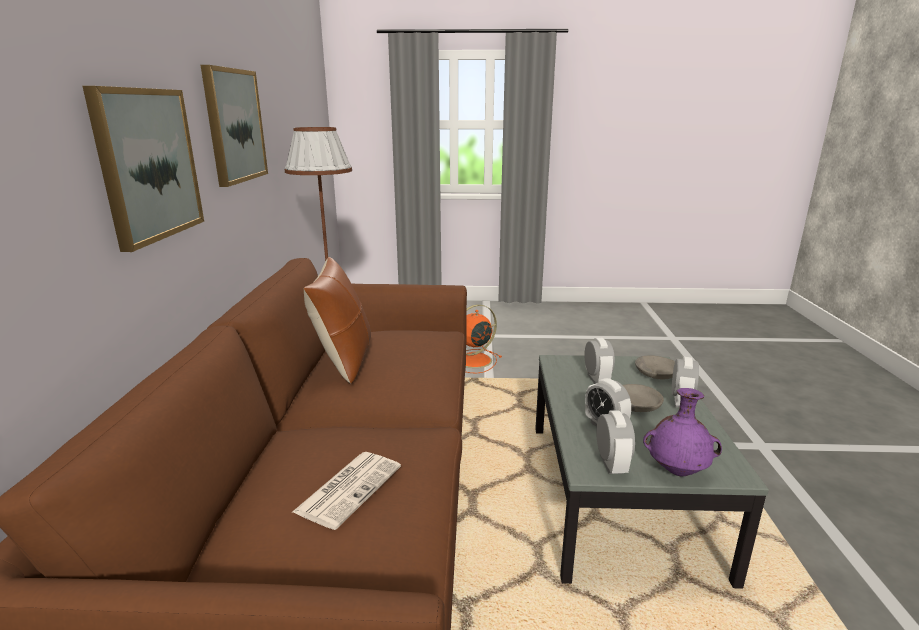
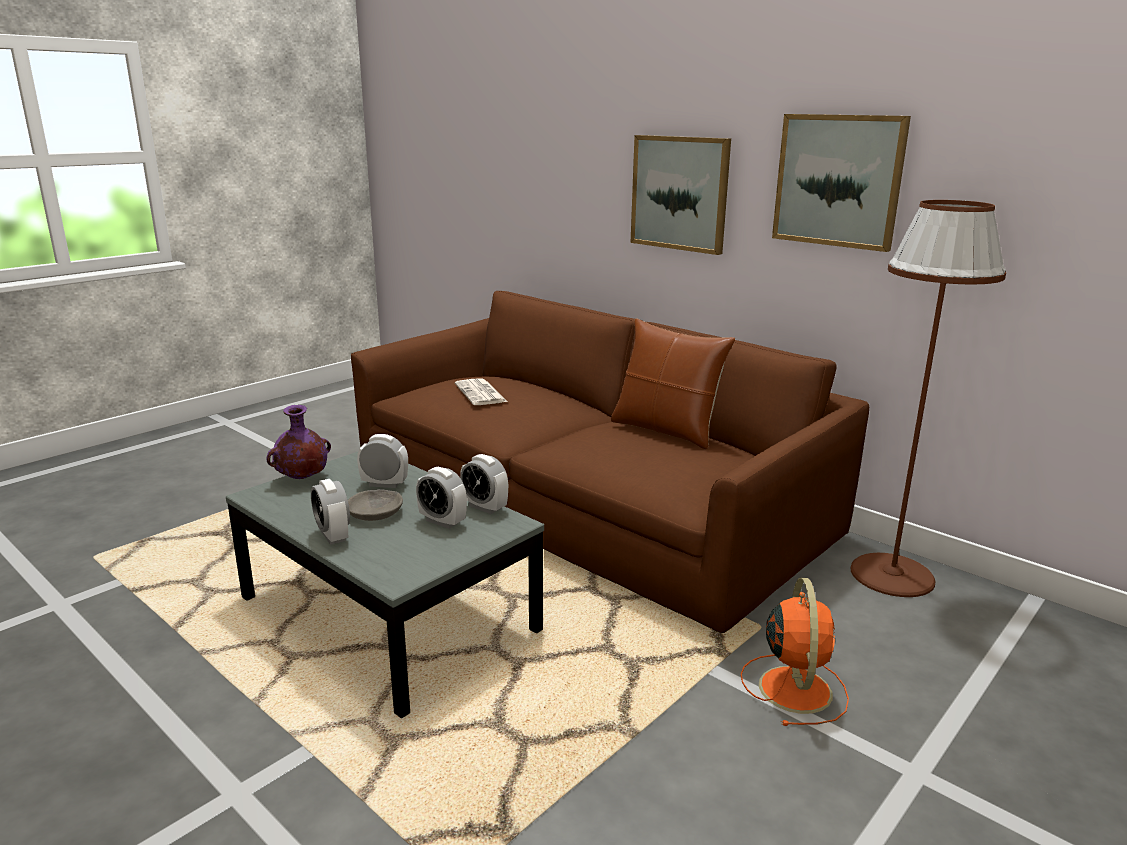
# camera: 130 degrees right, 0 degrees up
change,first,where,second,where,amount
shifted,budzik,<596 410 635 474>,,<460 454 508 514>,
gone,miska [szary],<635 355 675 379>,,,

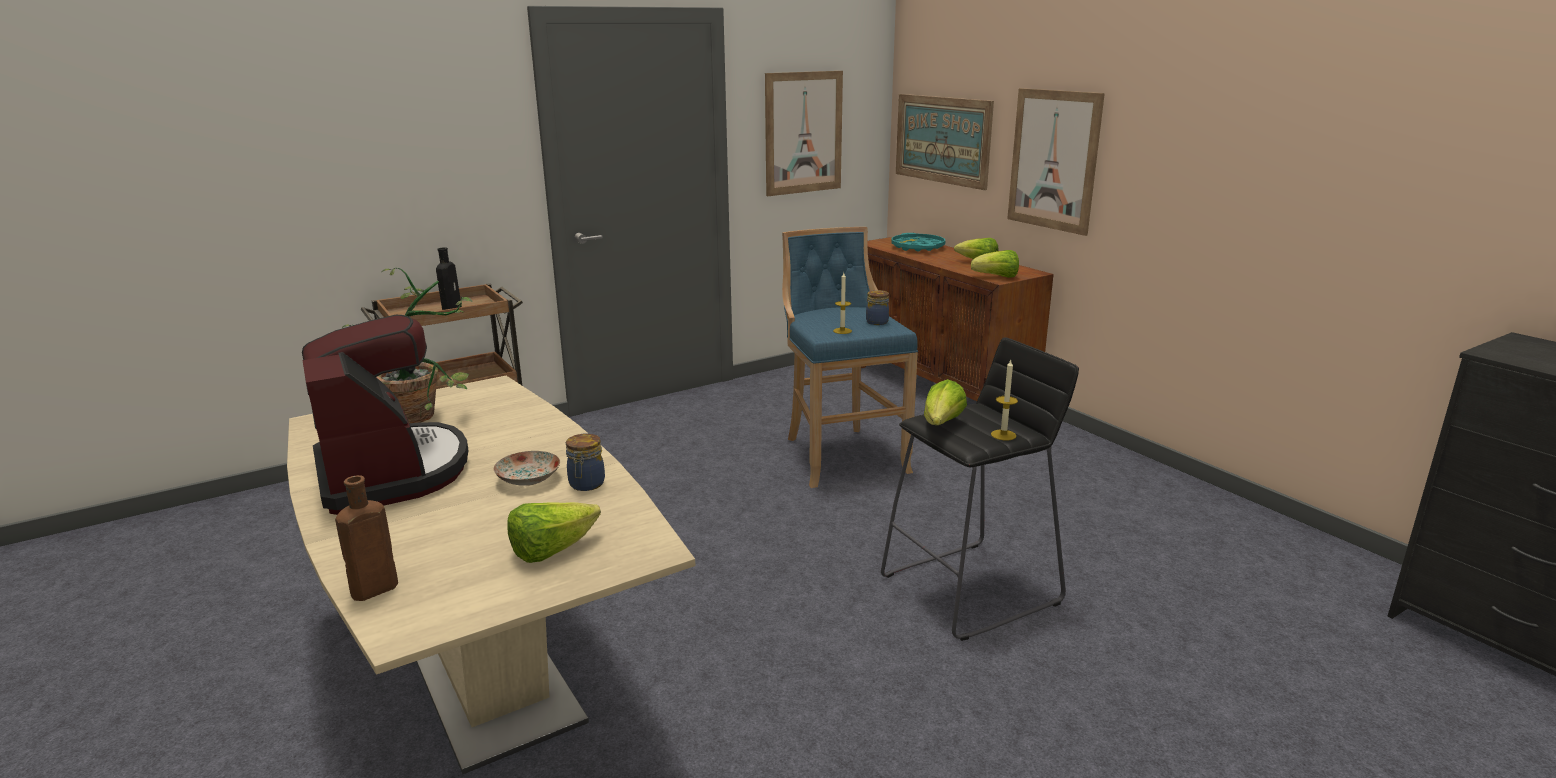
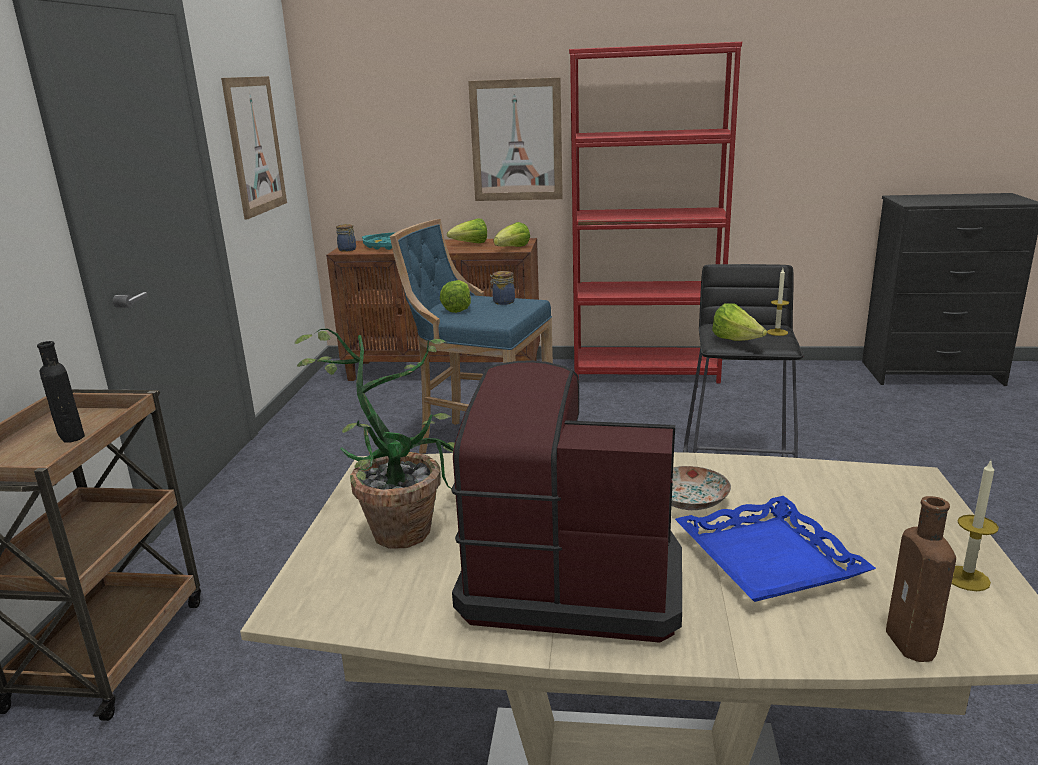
# camera: 50 degrees left, 0 degrees up
change,first,where,second,where,amount
shifted,słoik,<566 434 605 491>,,<336 224 356 252>,
shifted,sałata,<507 502 601 563>,,<440 280 471 313>,
new,,,regał [czerwony],<569 42 742 384>,
new,,,taca [niebieski],<675 496 876 602>,
shifted,świeca,<833 273 852 334>,,<952 461 999 591>,
gone,obraz,<896 94 994 190>,,,

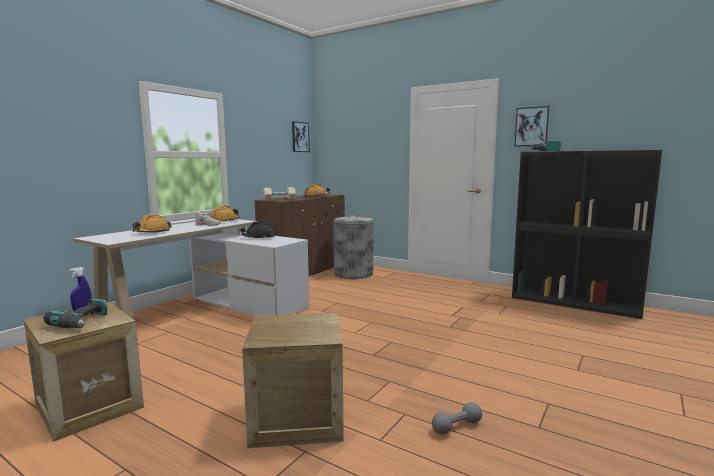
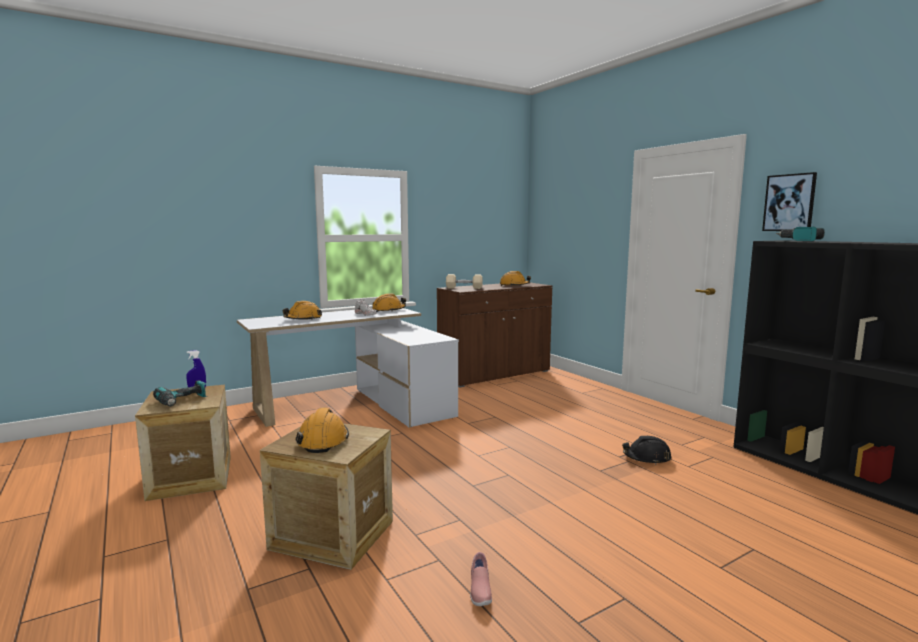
# camera: 25 degrees right, 0 degrees up
change,first,where,second,where,amount
new,,,kask [pomarańczowy],<295 408 349 453>,
swapped,hantel [szary],<432 402 482 435>,but [różowy],<470 552 492 606>,
shifted,kask [czarny],<240 221 276 239>,,<622 436 671 465>,
gone,obraz,<292 121 310 152>,,,
gone,kosz na śmieci [szary],<333 215 374 279>,,,

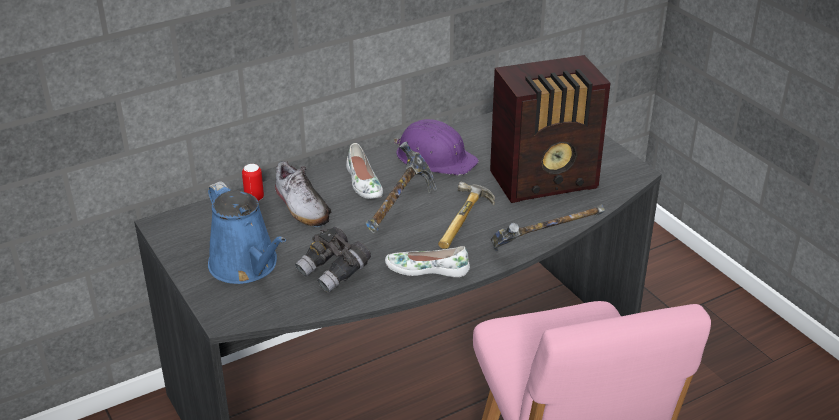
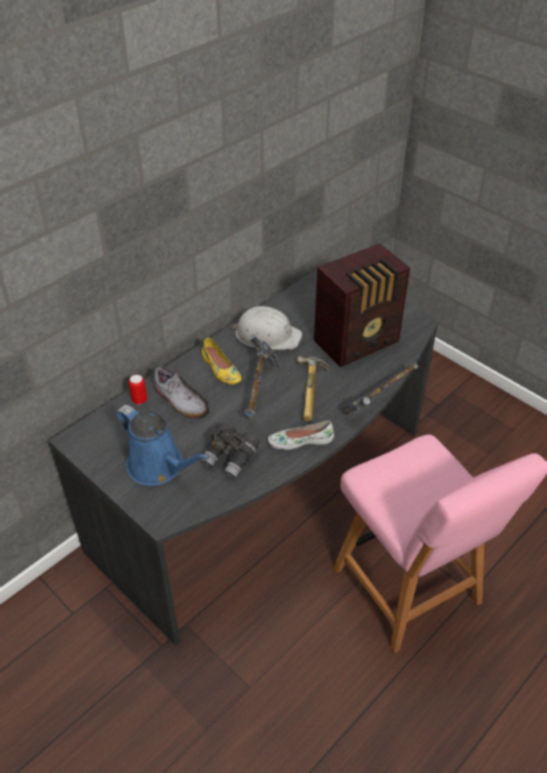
# camera: 15 degrees left, 10 degrees up
change,first,where,second,where,amount
repainted,but [biały],<346 143 383 199>,but [żółty],<202 338 241 384>,
repainted,kask [fioletowy],<394 119 479 175>,kask [biały],<231 306 302 350>,

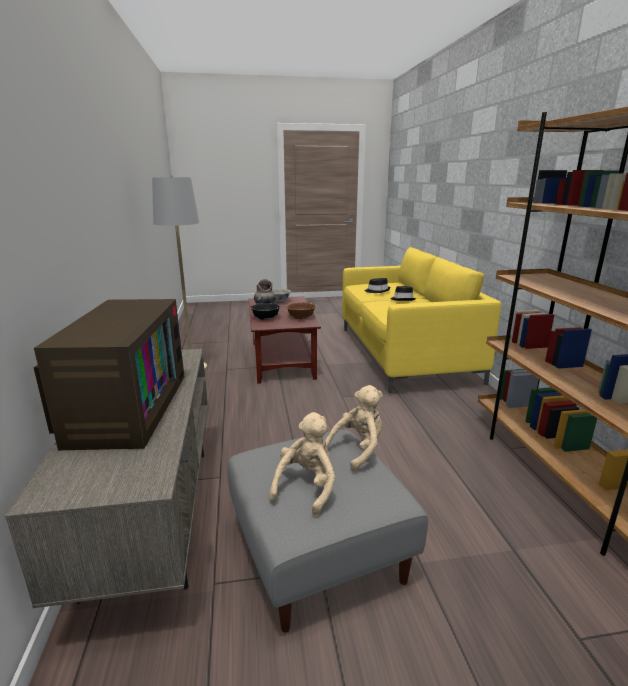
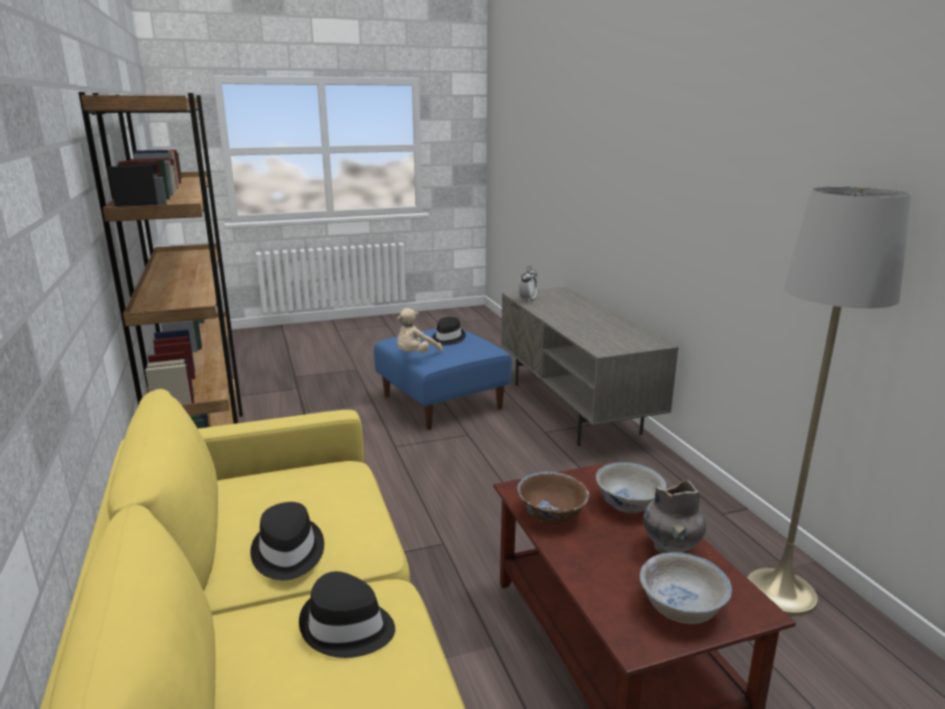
# camera: 170 degrees right, 0 degrees up
change,first,where,second,where,amount
repainted,pufa [szary],<227 430 428 633>,pufa [niebieski],<374 329 512 430>,
swapped,pluszak [beżowy],<269 412 335 516>,kapelusz [czarny],<432 317 466 346>,
new,,,budzik,<519 266 537 302>,
repainted,miska [czarny],<250 303 280 320>,miska [biały],<596 462 667 513>,
gone,telewizor,<33 299 184 450>,,,

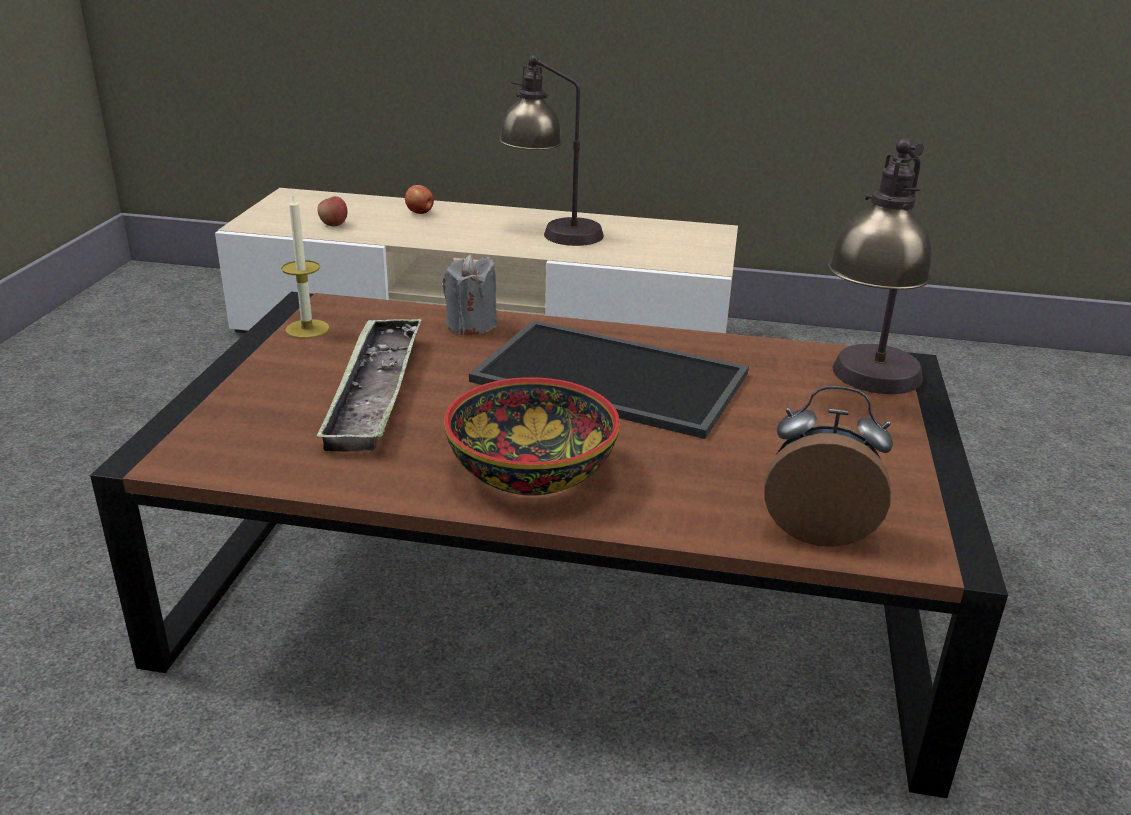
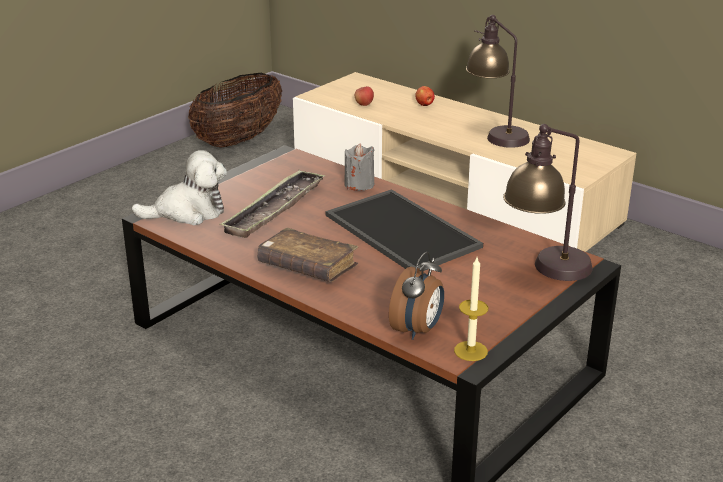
# camera: 30 degrees right, 0 degrees up
change,first,where,second,where,amount
new,,,pluszak,<132 150 227 225>,
new,,,koszyk,<188 73 282 148>,
swapped,miska,<444 377 620 496>,książka [brązowy],<257 227 358 282>,
rotated,budzik,<764 386 893 547>,,<389 252 444 340>,75 degrees clockwise
shifted,świeca,<281 195 330 339>,,<454 257 488 361>,

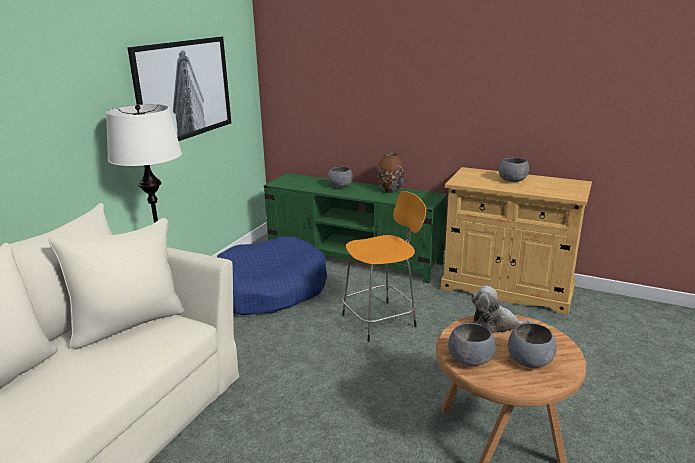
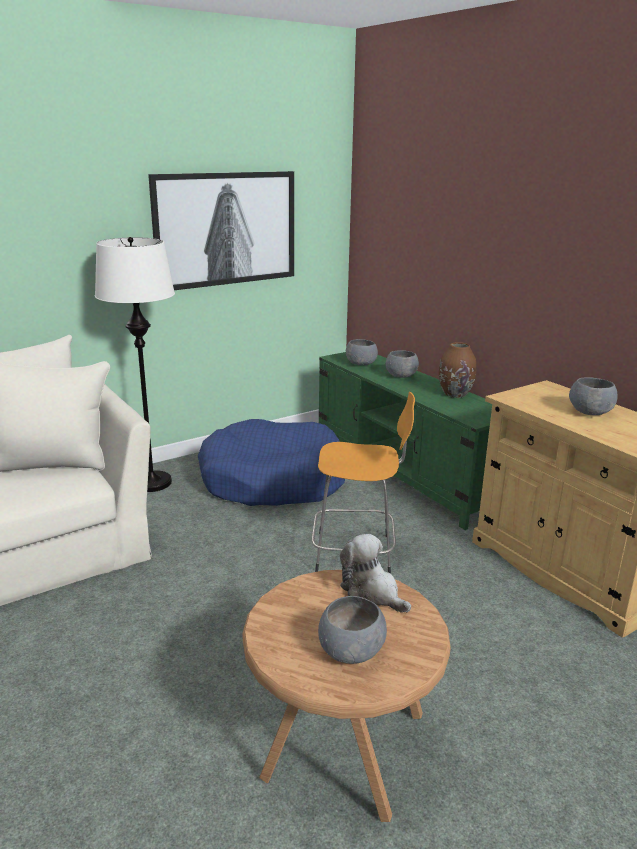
# camera: 30 degrees right, 0 degrees up
change,first,where,second,where,amount
shifted,miska [szary],<448 323 496 366>,,<346 339 378 366>,

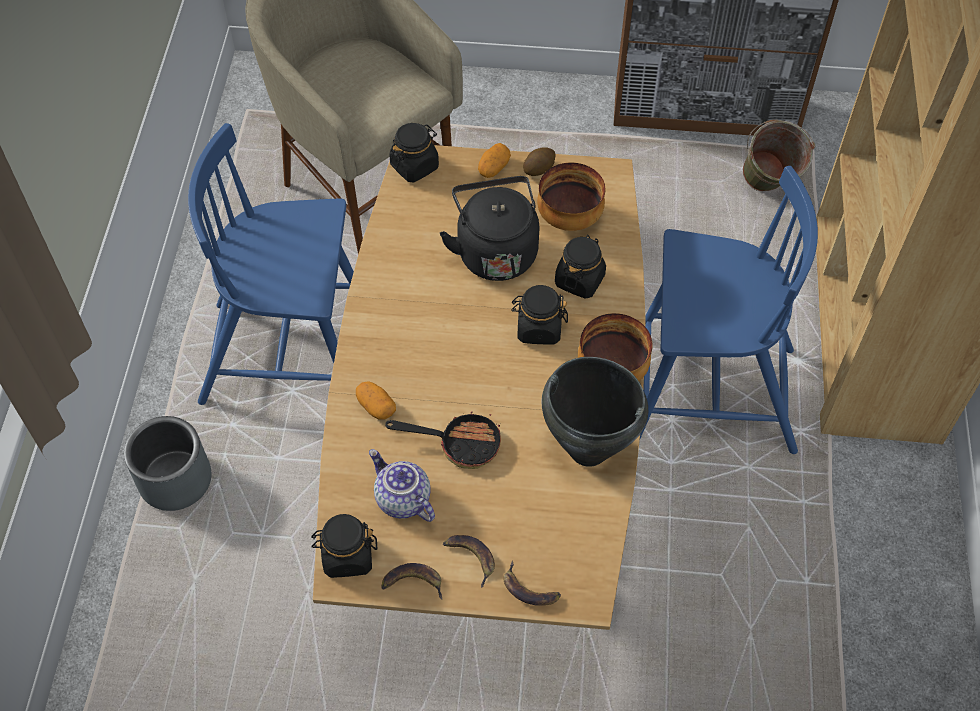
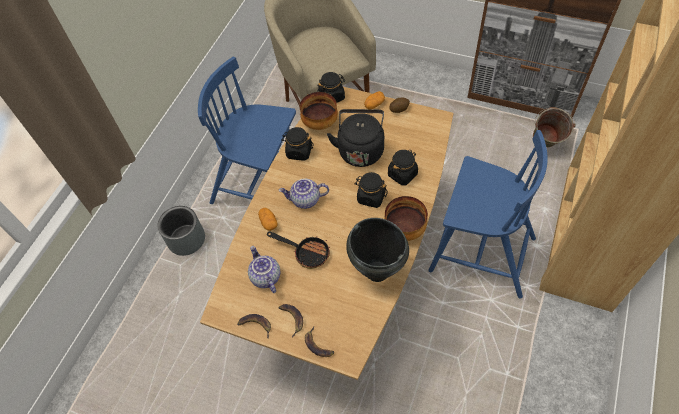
# camera: 20 degrees right, 0 degrees up
change,first,where,second,where,amount
new,,,imbryk,<279 179 329 209>,
shifted,słoik [czarny],<311 514 377 578>,,<281 127 314 160>,
shifted,miska,<537 162 605 231>,,<300 92 338 130>,

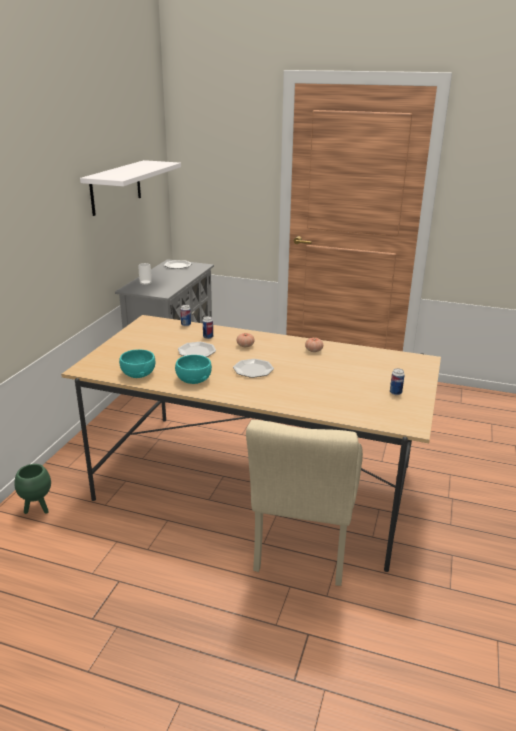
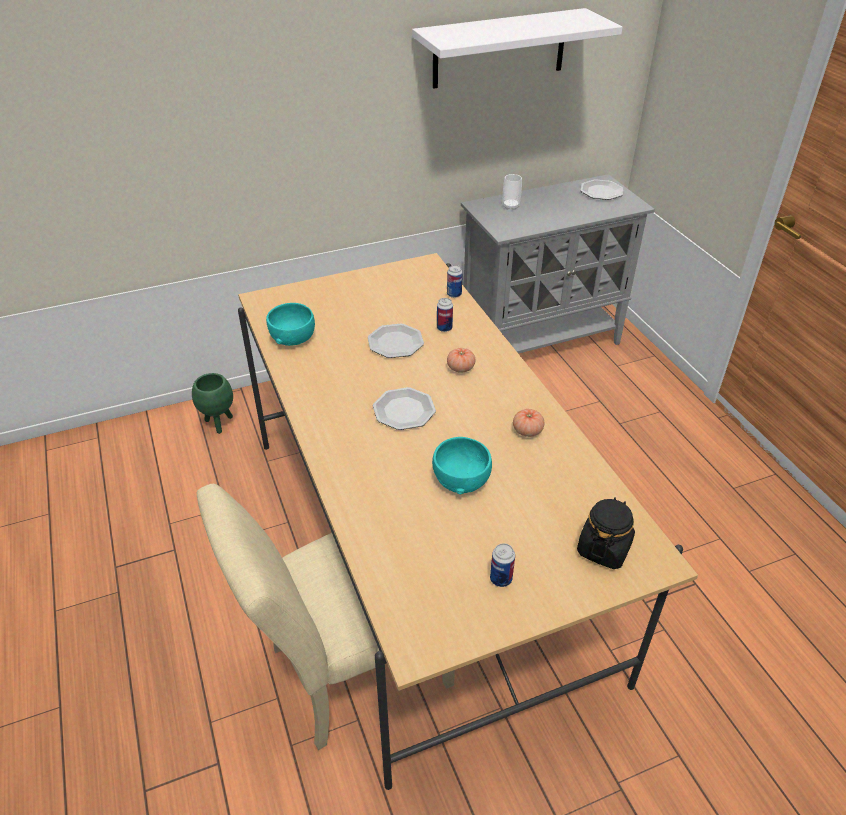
# camera: 50 degrees right, 15 degrees up
change,first,where,second,where,amount
shifted,miska [turkusowy],<175 355 212 384>,,<432 437 492 494>,
new,,,słoik [czarny],<577 497 635 569>,

